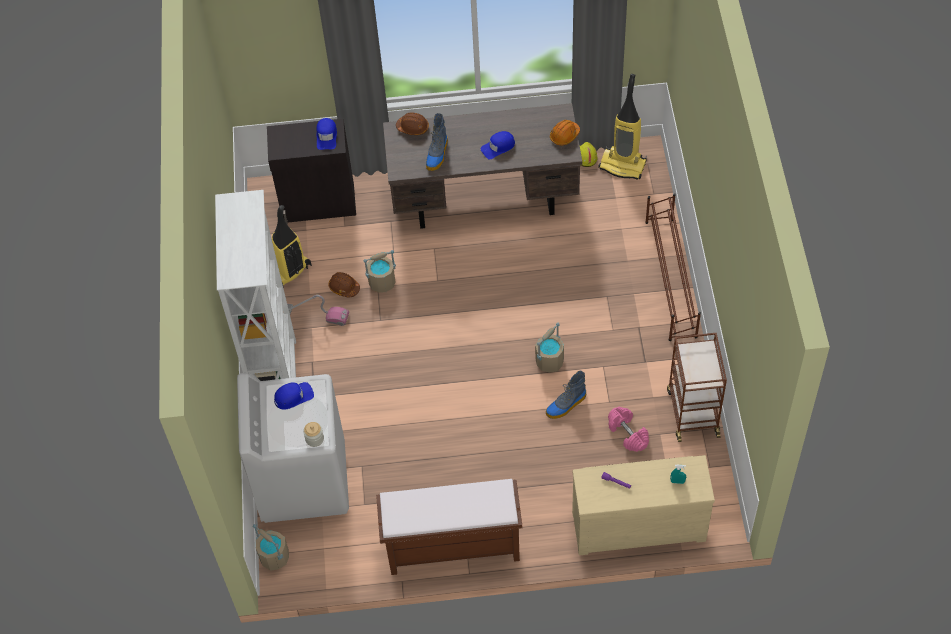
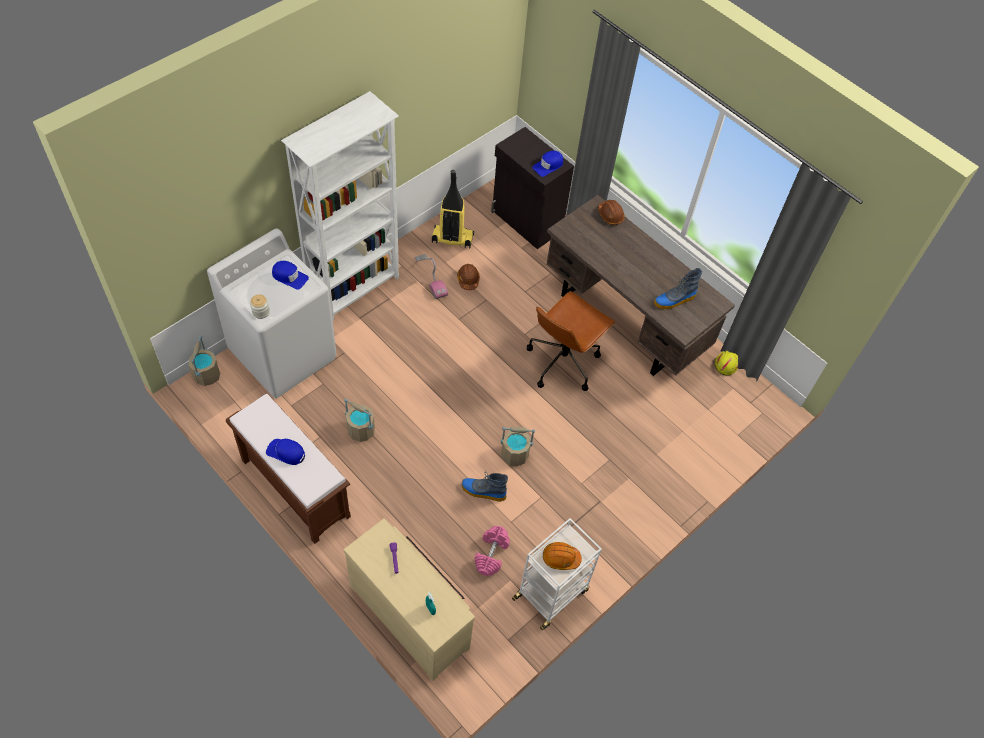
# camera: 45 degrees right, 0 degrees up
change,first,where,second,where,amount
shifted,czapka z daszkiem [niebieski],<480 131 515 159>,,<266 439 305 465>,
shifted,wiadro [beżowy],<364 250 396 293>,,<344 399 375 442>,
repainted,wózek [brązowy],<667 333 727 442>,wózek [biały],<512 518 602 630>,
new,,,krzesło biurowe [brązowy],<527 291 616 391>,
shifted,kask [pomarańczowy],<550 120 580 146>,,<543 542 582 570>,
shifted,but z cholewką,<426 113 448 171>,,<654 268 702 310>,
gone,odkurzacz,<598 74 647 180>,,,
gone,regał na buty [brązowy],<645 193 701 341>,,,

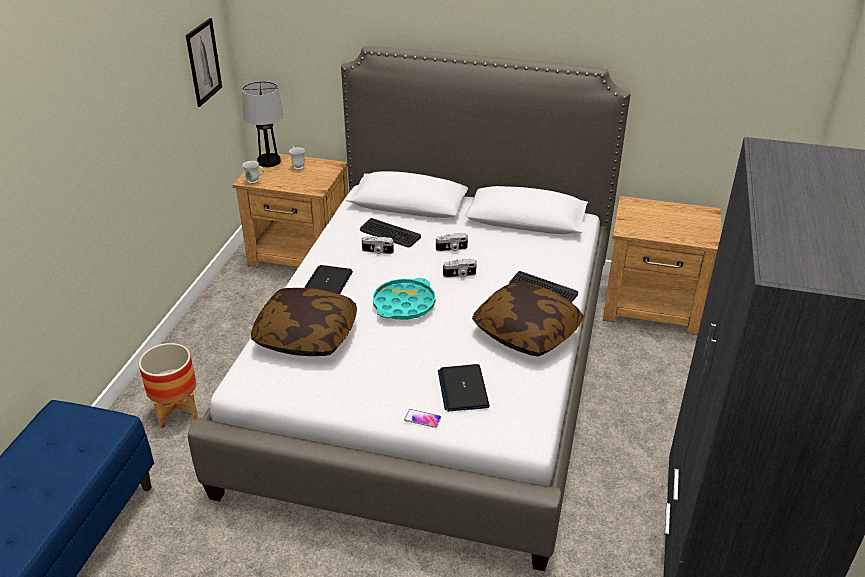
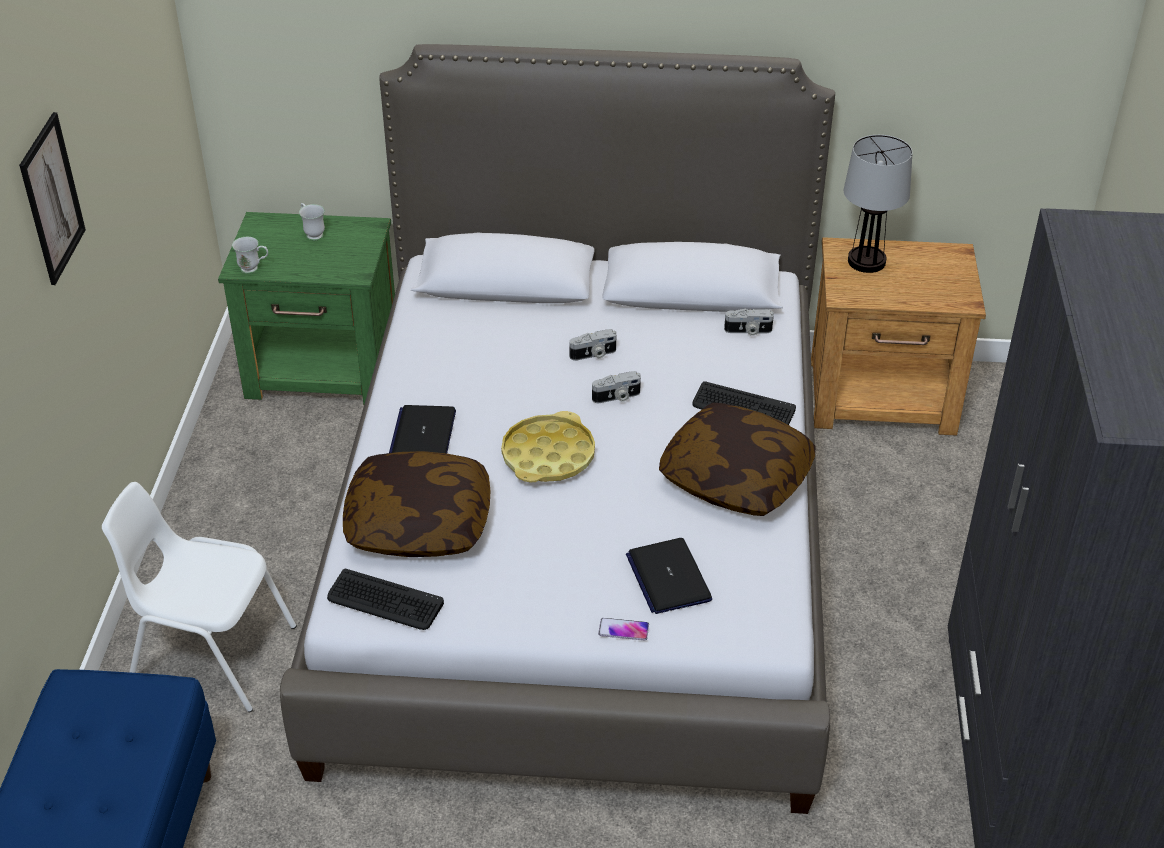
# camera: 10 degrees left, 5 degrees up
change,first,where,second,where,amount
shifted,obraz,<186 18 222 107>,,<19 112 86 285>,
swapped,donica,<139 343 198 429>,krzesło [biały],<102 482 296 712>,
repainted,szafka nocna [brązowy],<232 152 348 268>,szafka nocna [zielony],<218 212 395 405>,
shifted,klawiatura,<360 218 421 247>,,<327 569 444 630>,
repainted,taca [turkusowy],<373 278 436 320>,taca [żółty],<501 411 595 483>,
shifted,aparat fotograficzny,<362 236 394 254>,,<724 308 774 336>,
shifted,lampa stołowa,<242 81 284 167>,,<844 135 913 273>,

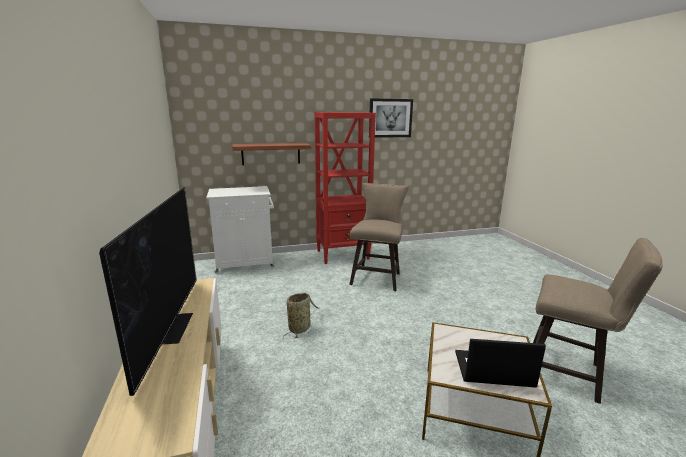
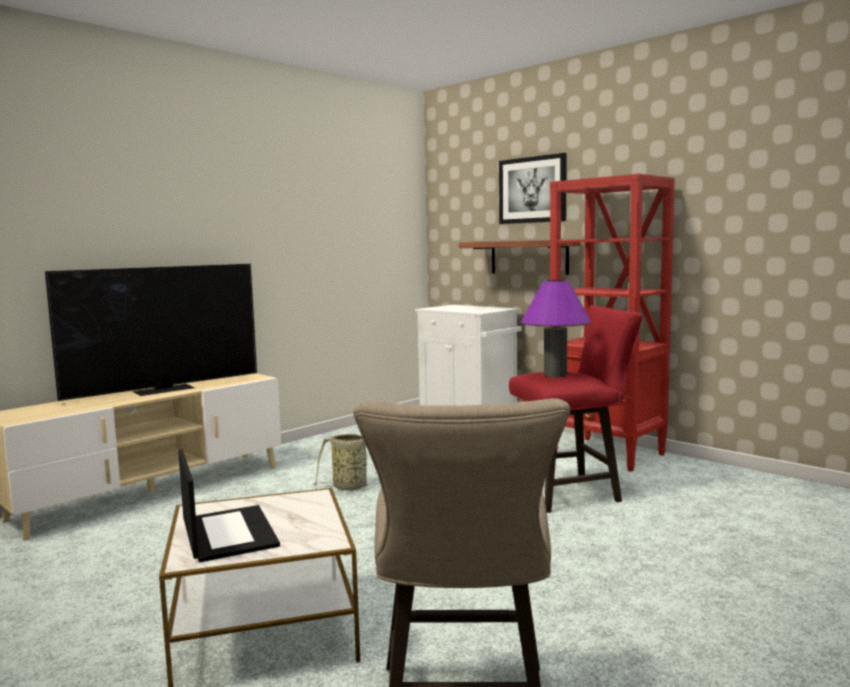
# camera: 60 degrees right, 10 degrees down
change,first,where,second,where,amount
shifted,obraz,<369 99 413 138>,,<499 153 567 224>,
repainted,stołek [beżowy],<349 183 409 291>,stołek [czerwony],<509 305 643 513>,
new,,,lampa stołowa [fioletowy],<521 280 591 377>,

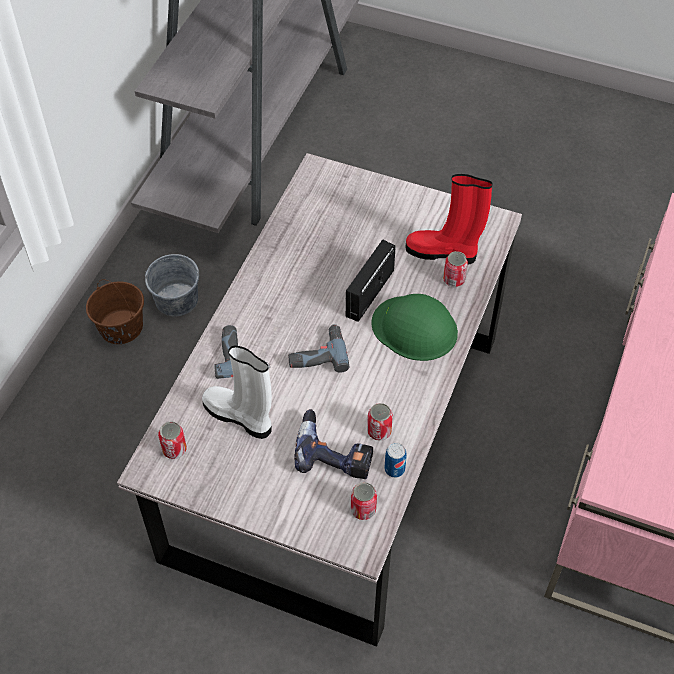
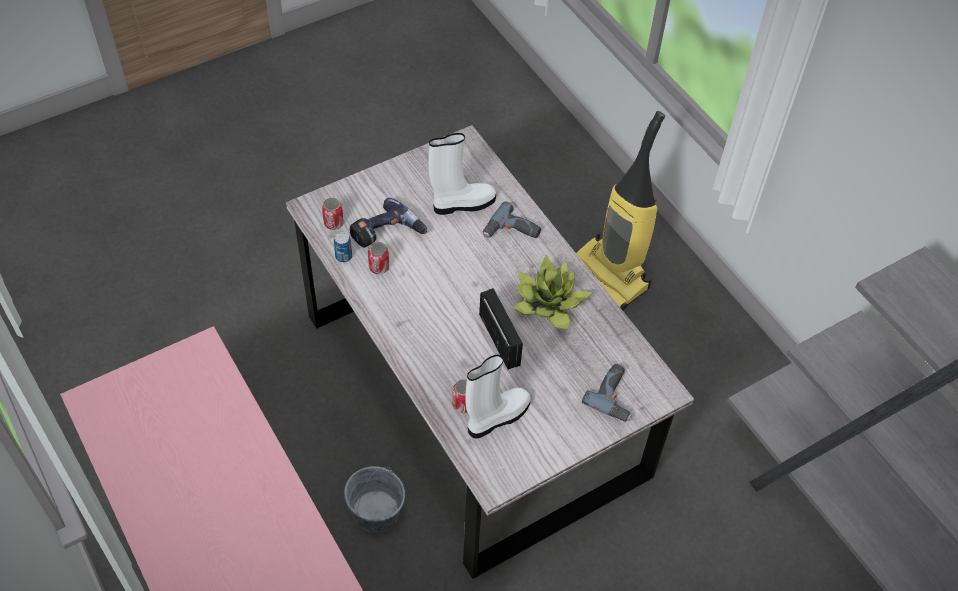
# camera: 125 degrees right, 0 degrees up
change,first,where,second,where,amount
shifted,wiadro [szary],<145 254 199 317>,,<344 466 405 533>,
repainted,but z cholewką [czerwony],<406 174 493 264>,but z cholewką [biały],<466 355 530 438>,
new,,,roślina doniczkowa,<513 255 593 329>,
new,,,odkurzacz,<576 111 665 310>,
shifted,wiertarka,<288 324 350 373>,,<582 364 632 422>,
gone,wiadro [brązowy],<86 279 144 344>,,,
gone,puszka,<158 422 187 459>,,,
gone,kask [zielony],<371 294 458 361>,,,

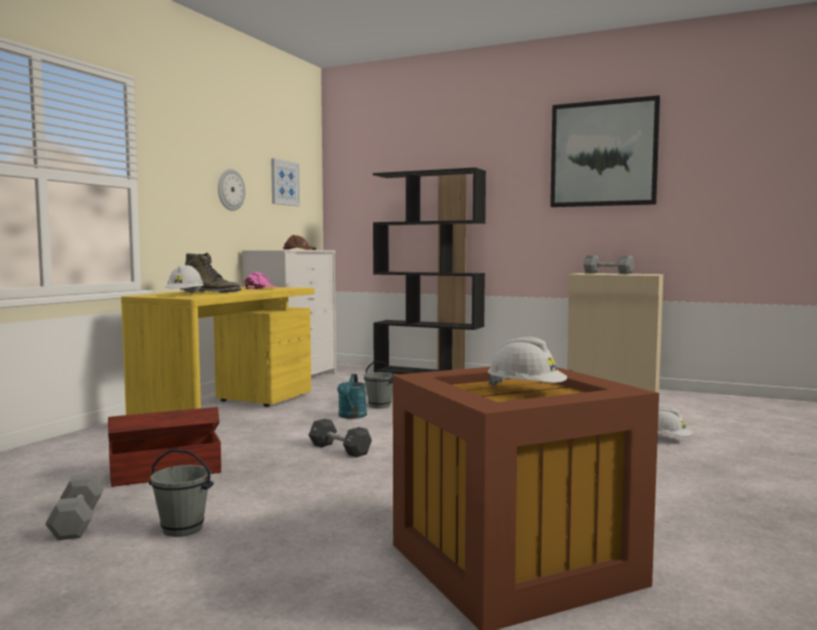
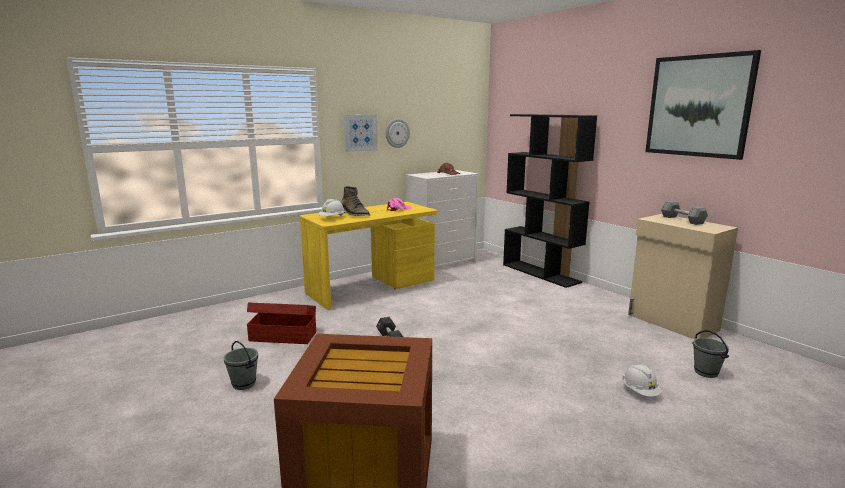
# camera: 30 degrees right, 10 degrees up
change,first,where,second,where,amount
shifted,obraz,<271 158 300 206>,,<344 114 378 152>,
shifted,wiadro [szary],<364 361 395 409>,,<692 330 729 378>,
gone,hantel [szary],<45 474 104 540>,,,
gone,konewka [turkusowy],<337 374 367 419>,,,
gone,kask [biały],<487 337 567 387>,,,

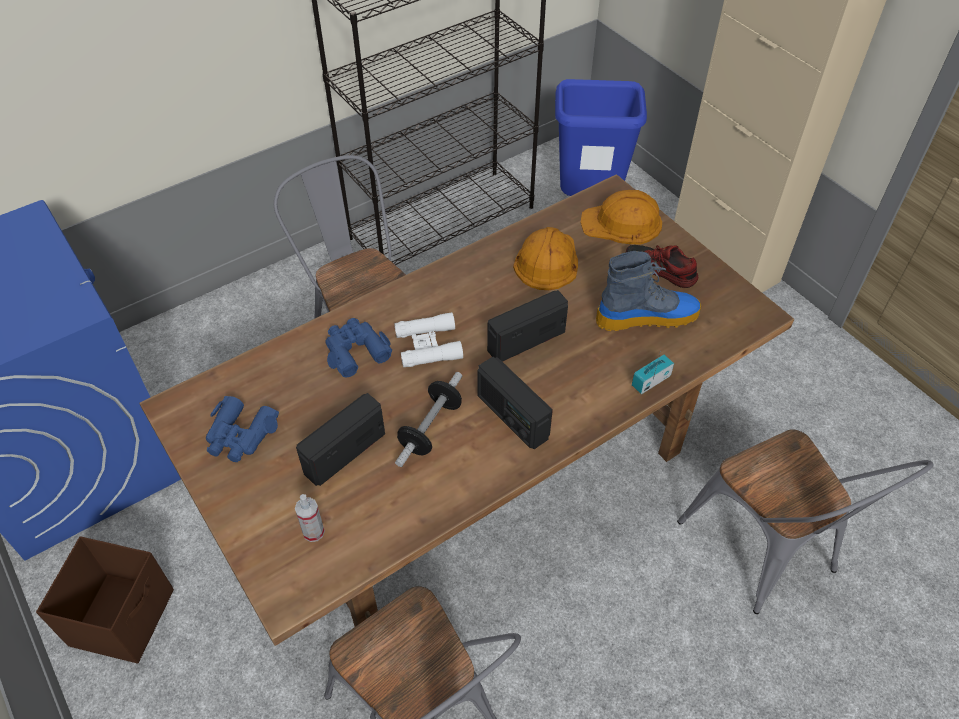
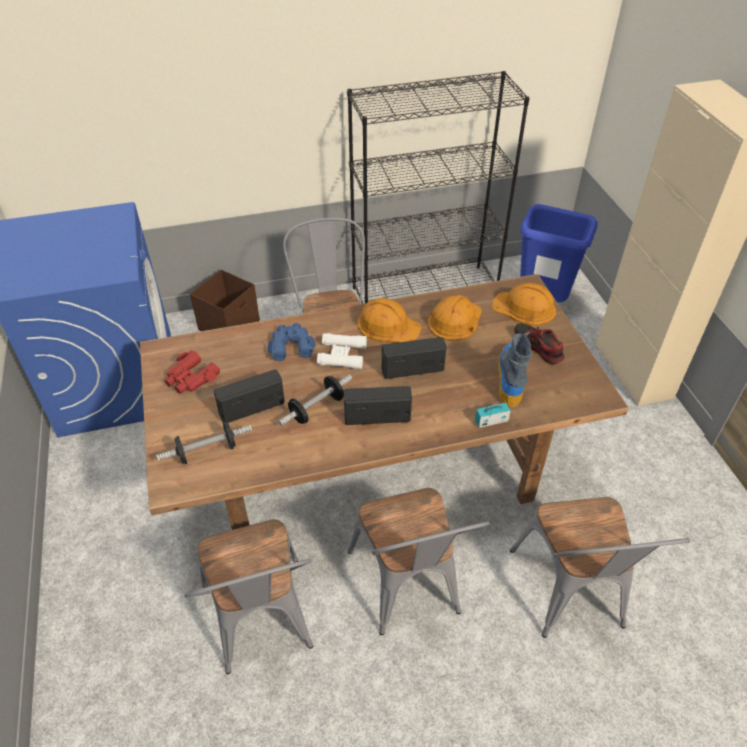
# camera: 20 degrees right, 5 degrees down
change,first,where,second,where,amount
swapped,spryskiwacz,<295 494 325 542>,hantel,<156 421 252 464>,
repainted,lornetka [niebieski],<206 396 279 462>,lornetka [czerwony],<164 350 220 394>,
shifted,pojemnik do przechowywania [brązowy],<36 536 174 664>,,<190 270 260 331>,
rotated,radio,<478 357 553 449>,,<343 386 412 425>,105 degrees clockwise
new,,,krzesło [szary],<348 488 490 635>,
new,,,kask [pomarańczowy],<358 298 422 343>,
rotated,but z cholewką,<596 251 702 331>,,<498 332 532 407>,90 degrees counterclockwise

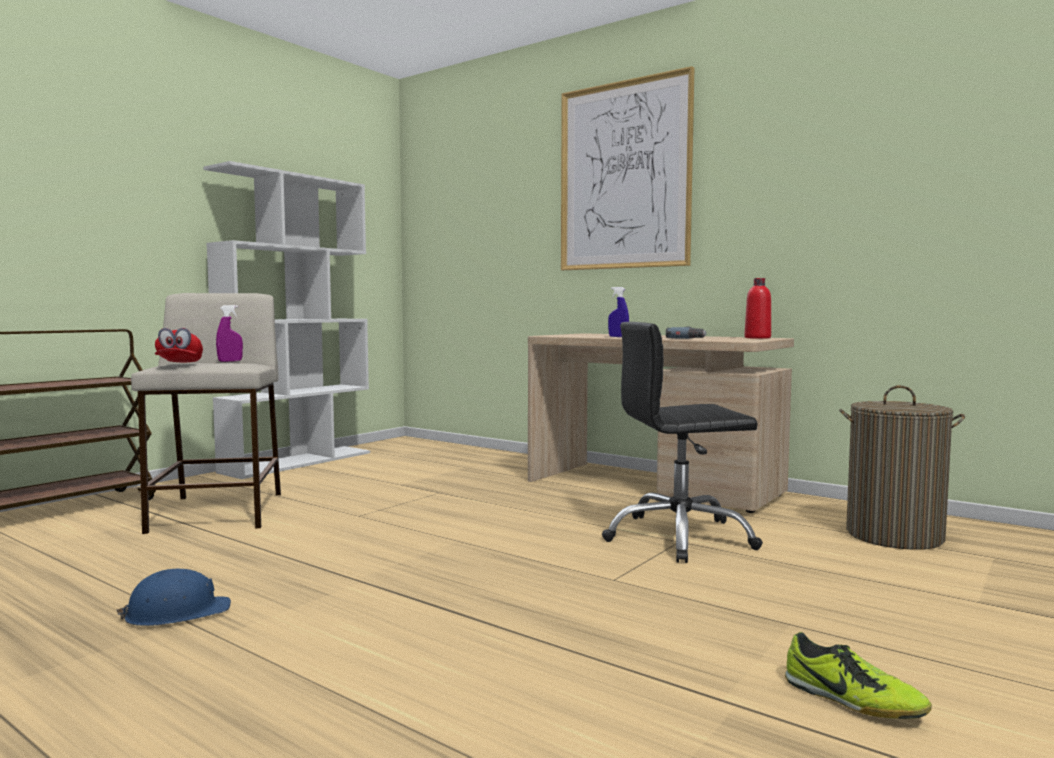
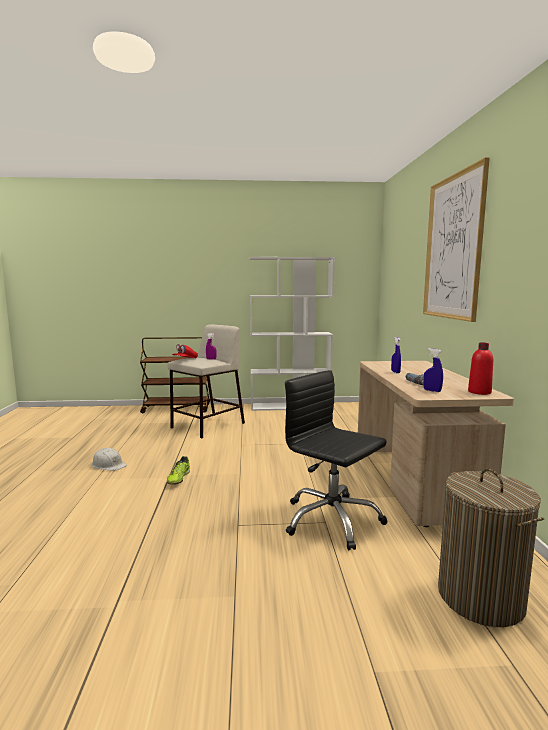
# camera: 50 degrees right, 5 degrees up
change,first,where,second,where,amount
repainted,kask [niebieski],<116 569 231 626>,kask [biały],<92 448 127 471>,
shifted,but,<785 632 932 719>,,<167 456 190 485>,
new,,,spryskiwacz [niebieski],<424 348 443 392>,

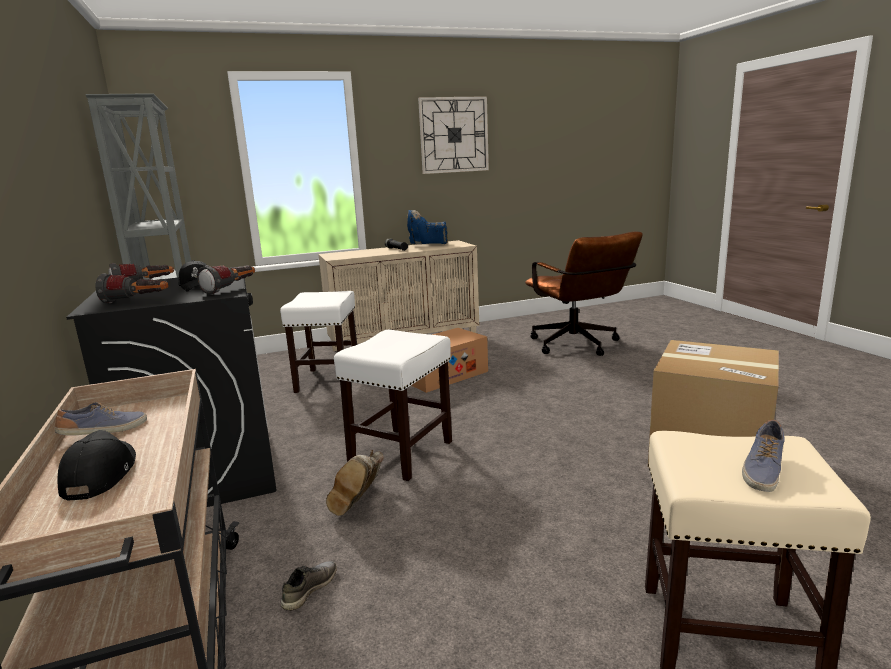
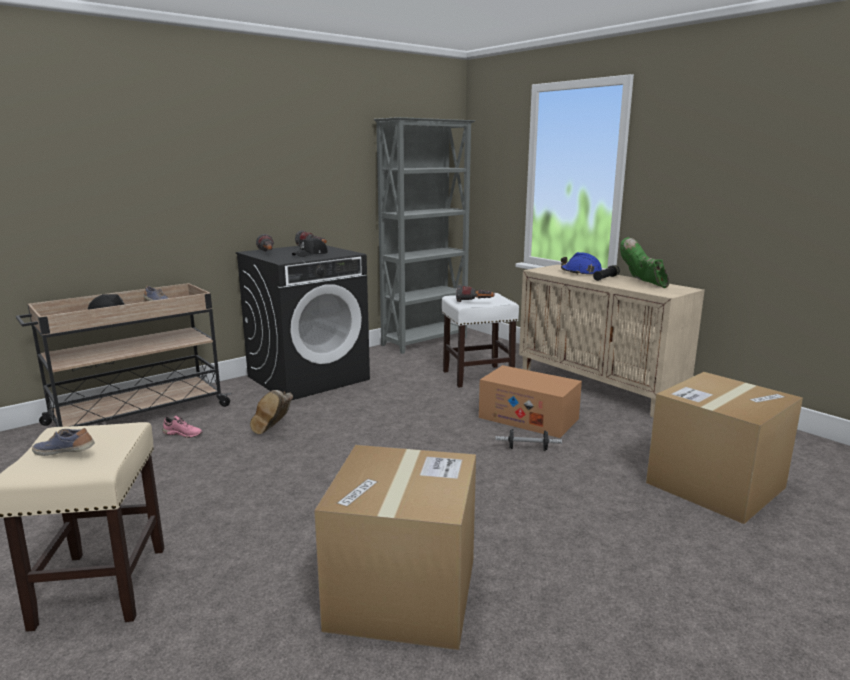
# camera: 70 degrees right, 0 degrees up
change,first,where,second,where,amount
repainted,but [szary],<281 561 337 611>,but [różowy],<162 416 202 438>,
rotated,but z cholewką [brązowy],<326 450 384 516>,,<250 390 293 434>,75 degrees counterclockwise
shifted,latarka,<197 265 255 295>,,<456 285 495 302>,
new,,,hantel,<495 429 562 451>,
new,,,kask [niebieski],<561 252 602 275>,
repainted,but z cholewką [niebieski],<407 210 447 244>,but z cholewką [zielony],<620 237 669 288>,
swapped,krzesło biurowe [brązowy],<525 232 643 356>,karton,<646 372 803 524>,
gone,stołek [biały],<334 330 452 481>,,,
gone,zegar ścienny,<418 96 489 174>,,,

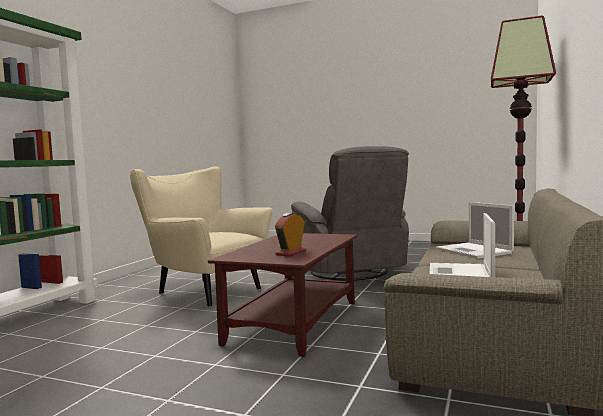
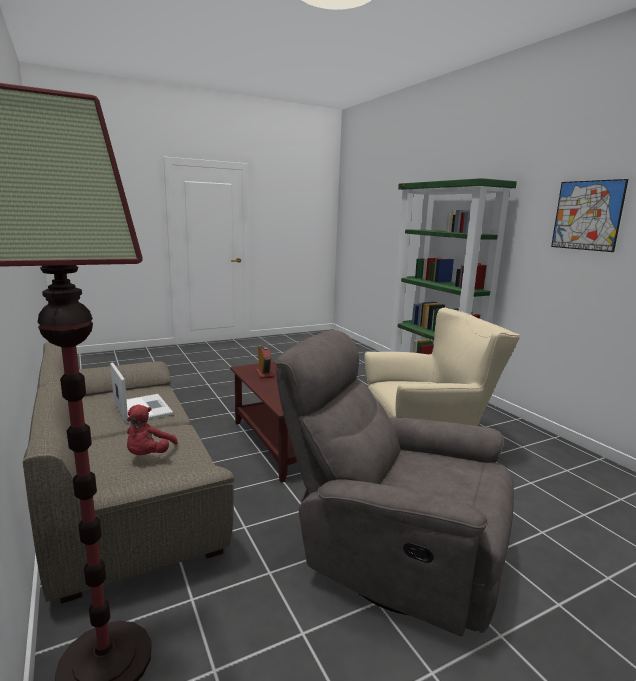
# camera: 130 degrees right, 10 degrees up
change,first,where,second,where,amount
swapped,laptop,<436 202 514 259>,pluszak [czerwony],<127 404 178 455>,
new,,,obraz,<551 179 628 252>,

